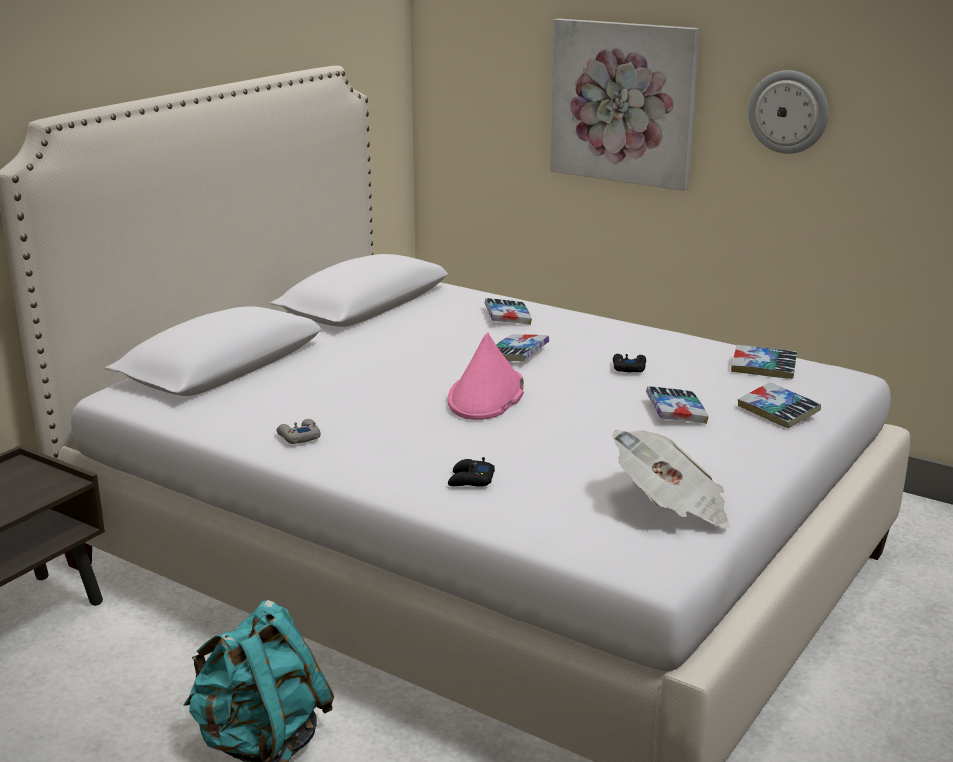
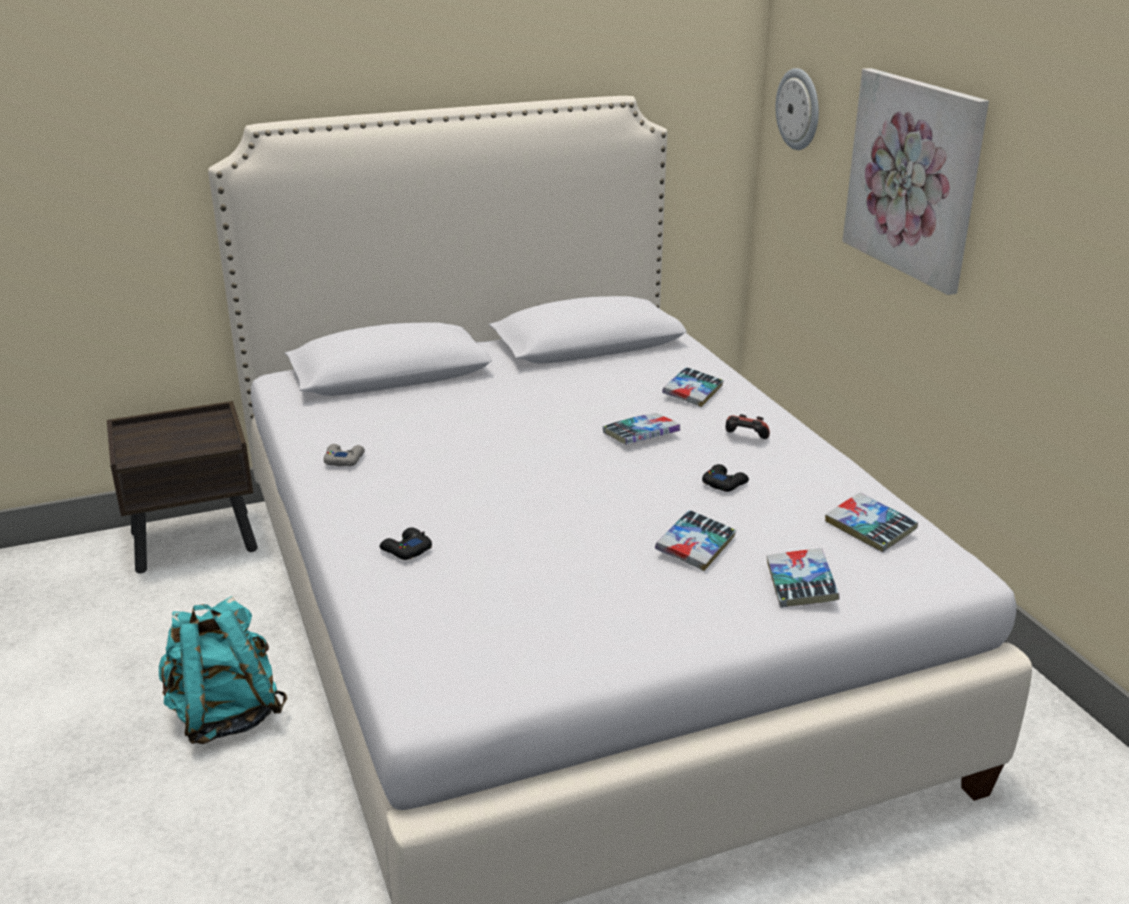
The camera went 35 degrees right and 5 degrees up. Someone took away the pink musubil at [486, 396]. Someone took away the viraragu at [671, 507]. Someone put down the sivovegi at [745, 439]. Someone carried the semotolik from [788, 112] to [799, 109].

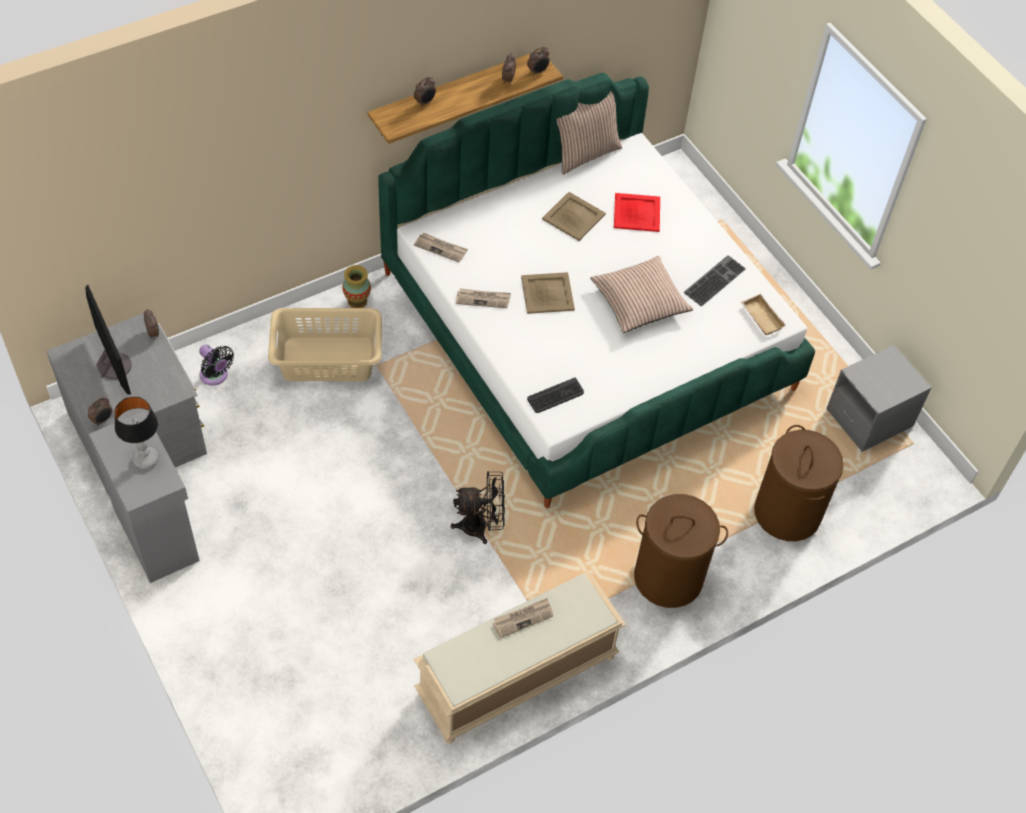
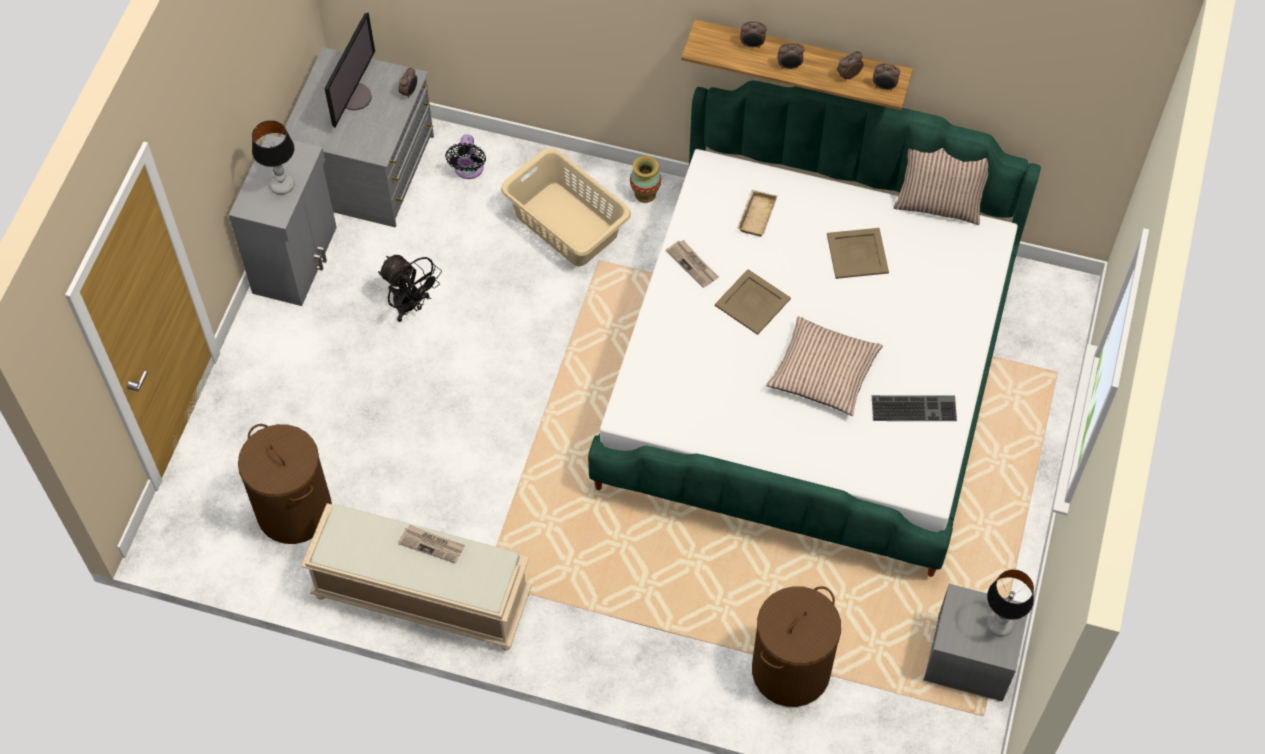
The camera went 50 degrees right and 5 degrees up. Someone took away the viraragu at [441, 248]. Someone took away the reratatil at [555, 396]. Someone took away the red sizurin at [637, 213]. Someone put down the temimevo at [1000, 624]. Someone carried the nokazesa from [102, 420] to [789, 66]. Someone carried the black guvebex from [481, 526] to [411, 306]. Someone carried the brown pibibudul from [668, 577] to [295, 510]. Someone carried the beige sizurin from [760, 317] to [755, 215].

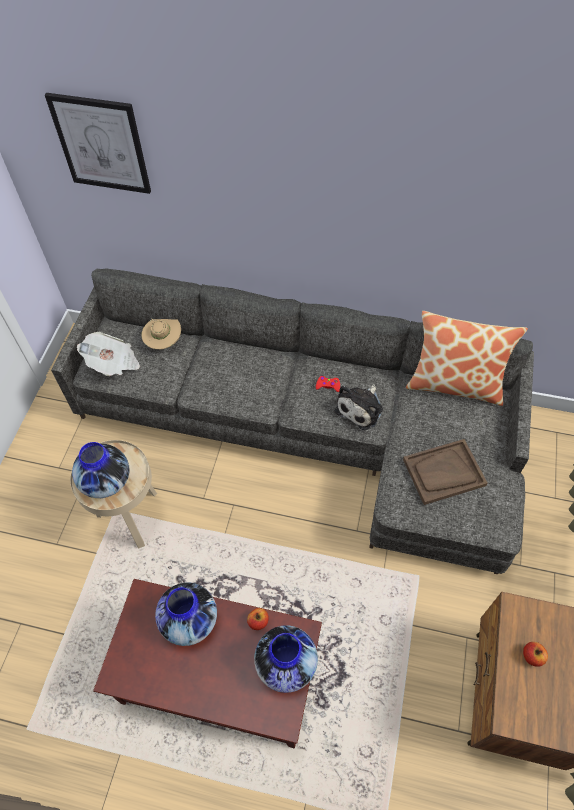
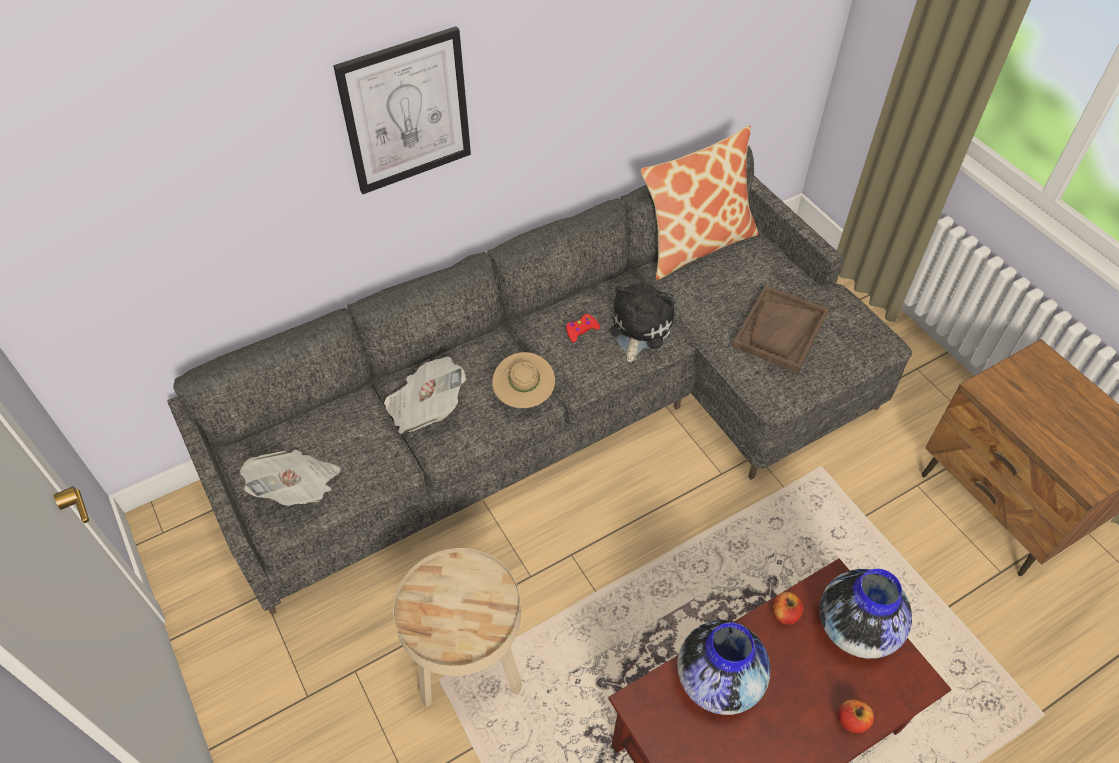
The camera went 45 degrees left and 5 degrees down. Someone took away the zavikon at [106, 481]. Someone put down the viraragu at [425, 408]. Someone carried the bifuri from [101, 144] to [406, 112]. Someone carried the beige musubil from [163, 342] to [524, 395]. Someone carried the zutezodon from [532, 656] to [852, 721]. Someone rotated the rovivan at [361, 408] by 150 degrees counterclockwise.

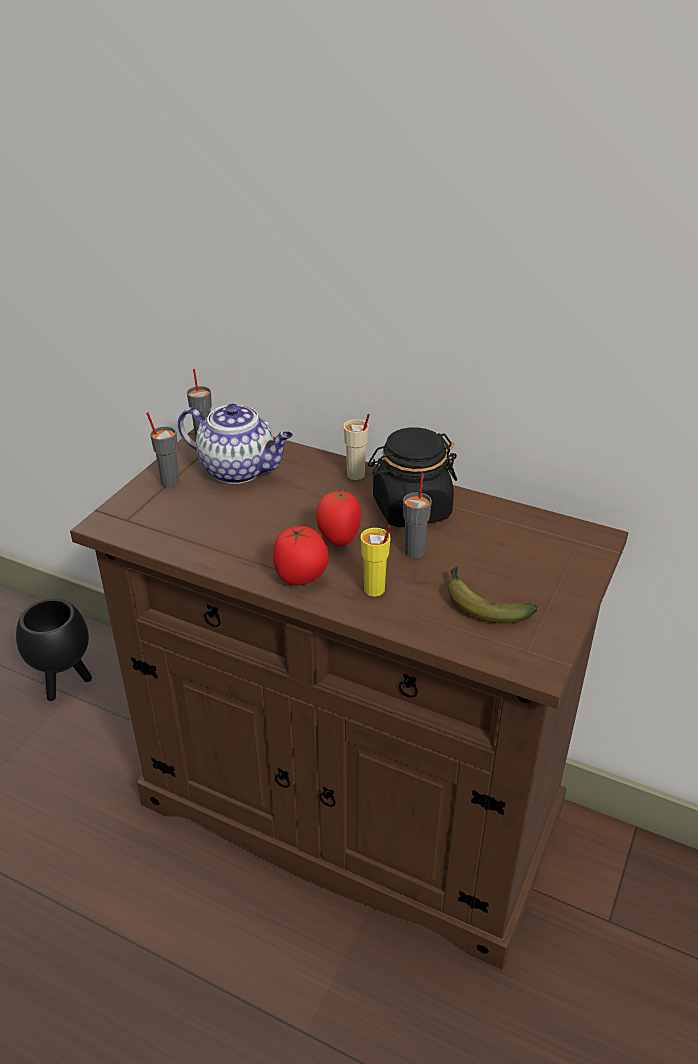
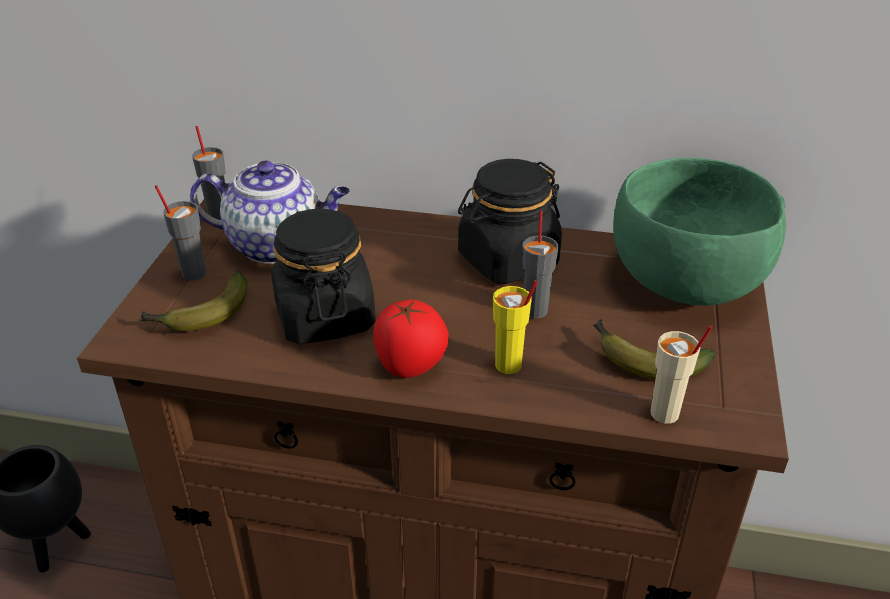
The camera went 15 degrees left and 0 degrees up. Someone took away the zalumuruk at [338, 539]. Someone put down the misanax at [200, 315]. Someone put down the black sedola at [324, 316]. Someone put down the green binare at [686, 281]. Someone carried the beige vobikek from [356, 475] to [665, 414].

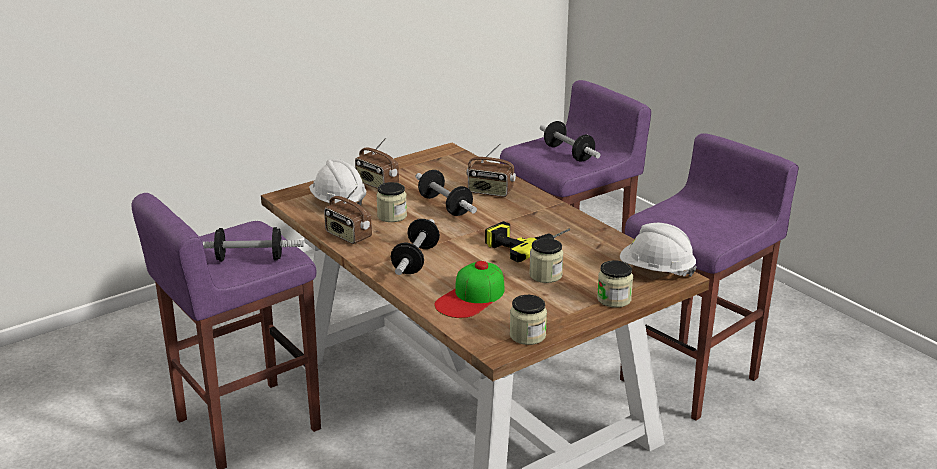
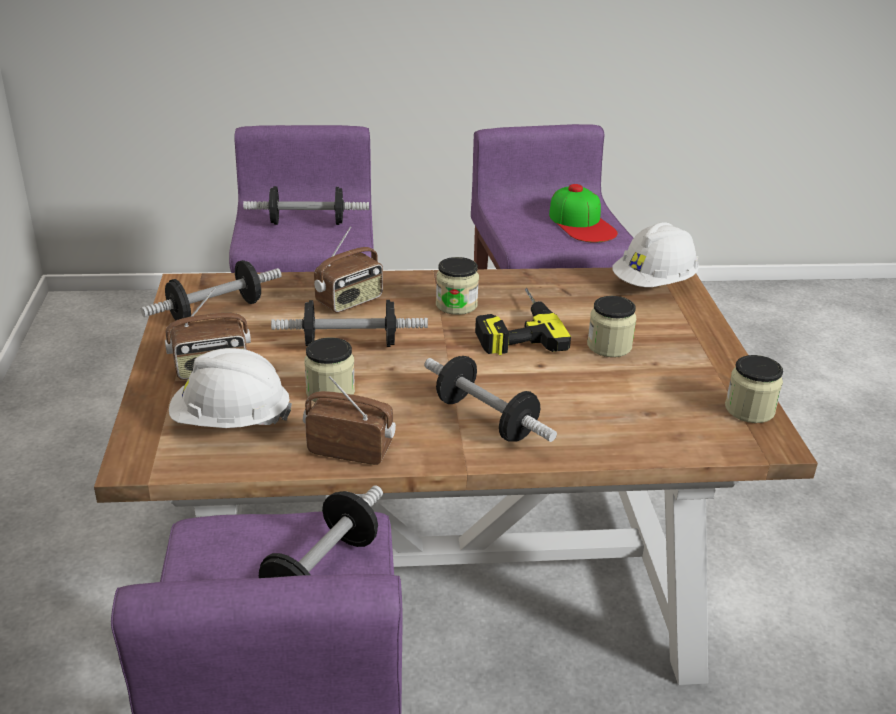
The camera went 60 degrees left and 5 degrees up. Someone put down the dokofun at [215, 311]. Someone carried the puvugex from [471, 297] to [581, 223]. Someone carried the sedola from [614, 299] to [456, 305]. Someone rotated the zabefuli at [348, 236] by 150 degrees counterclockwise.

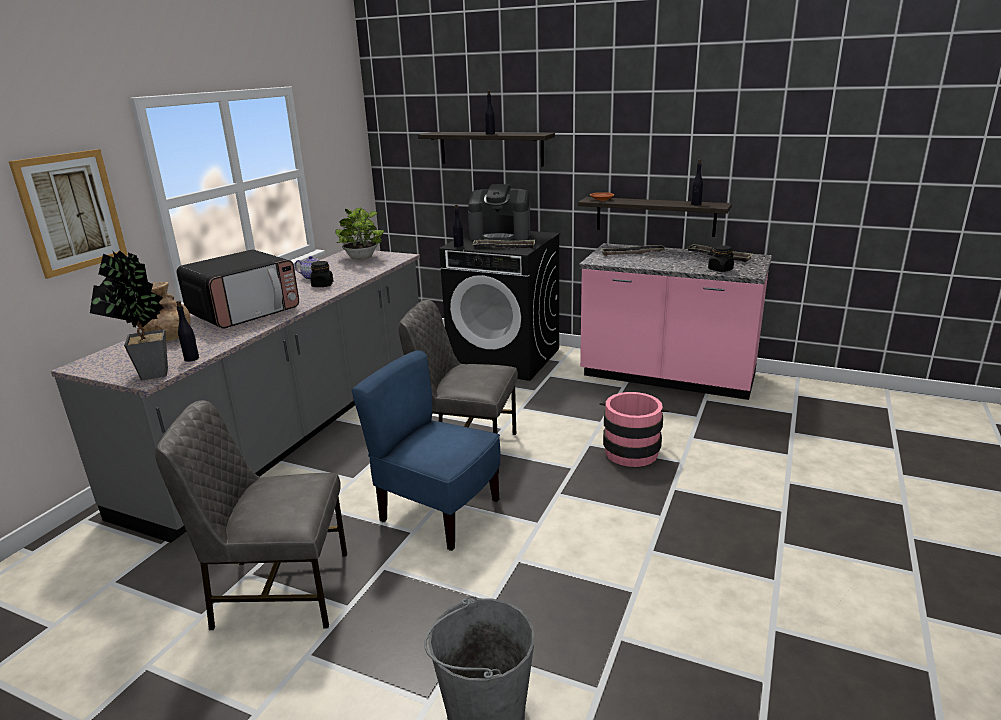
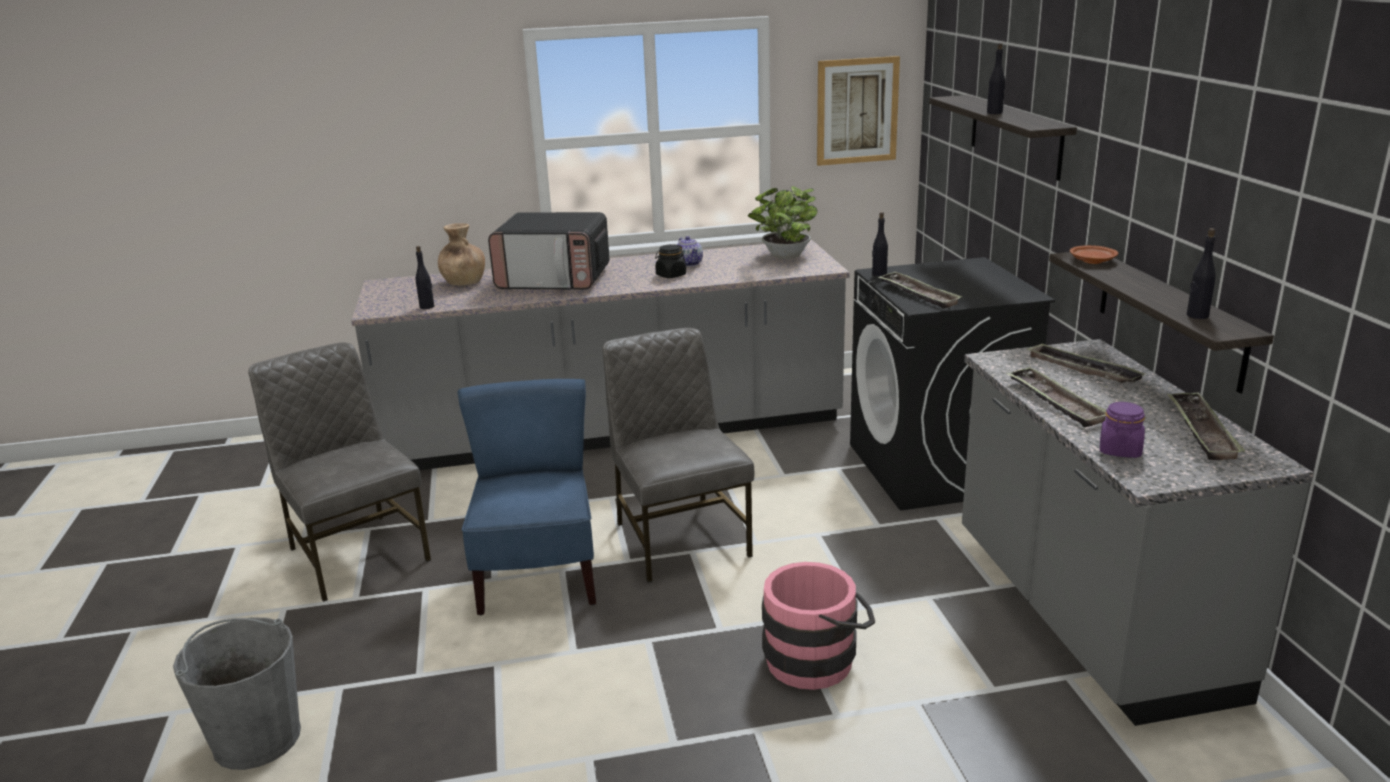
The camera went 55 degrees right and 0 degrees up. Someone took away the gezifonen at [151, 376]. Someone took away the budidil at [500, 235]. Someone put down the sizurin at [1055, 402]. Someone carried the bifuri from [72, 212] to [857, 111]. Someone repainted the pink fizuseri at [667, 377], which became the grey fizuseri at [1086, 615]. Someone repainted the black sedola at [720, 270], which became the purple sedola at [1119, 450].

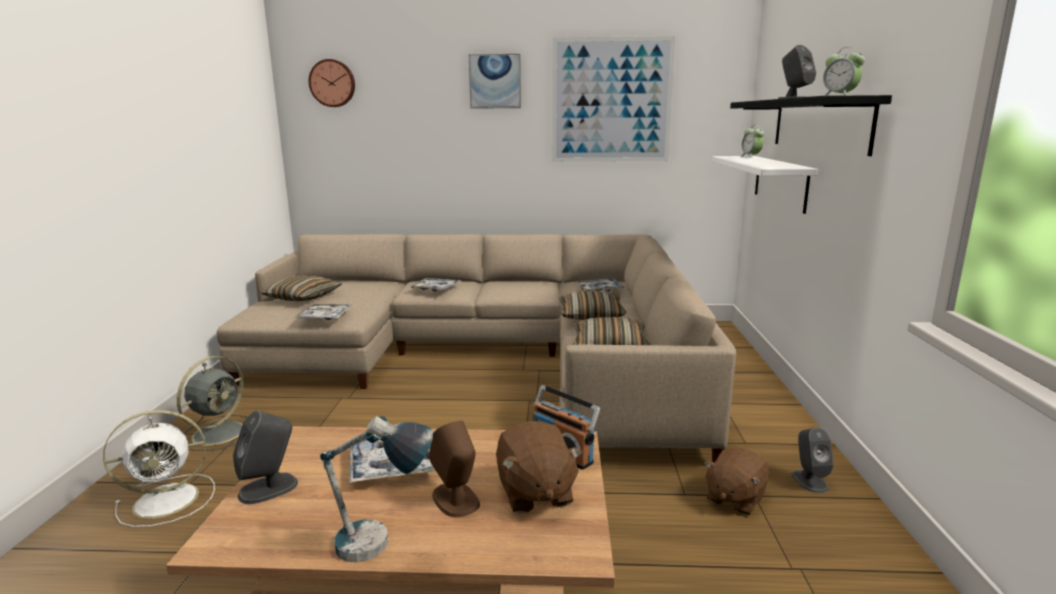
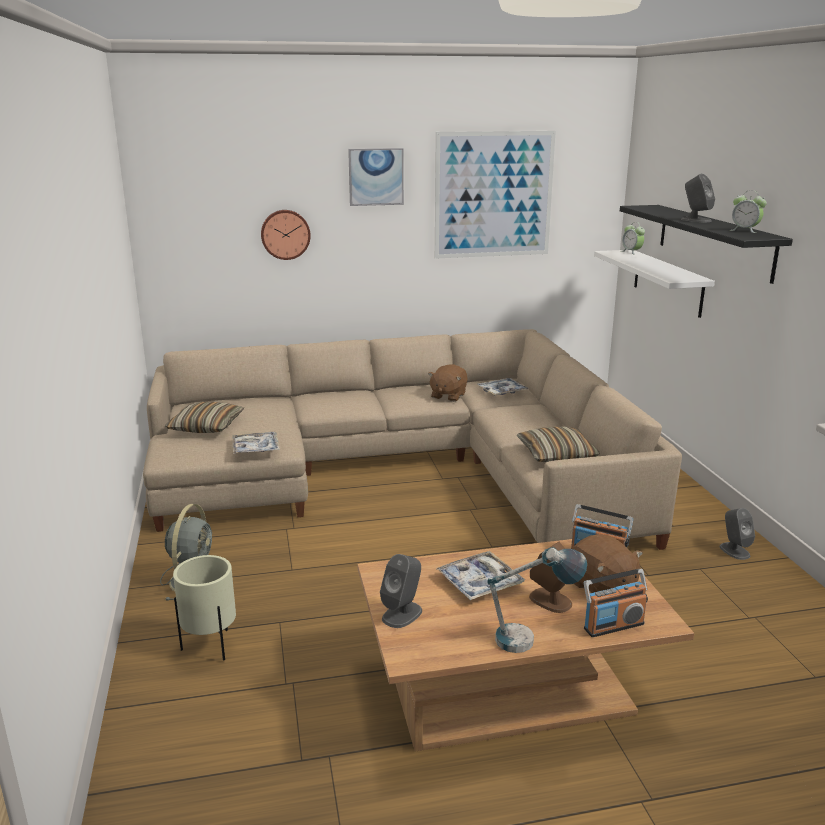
The camera went 15 degrees left and 5 degrees up. Someone took away the sizurin at [435, 289]. Someone took away the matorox at [591, 315]. Someone put down the zabefuli at [613, 626]. Someone carried the semotolik from [332, 83] to [285, 234]. Someone carried the brown rovivan from [734, 498] to [448, 396]. Someone swapped the white guvebex at [169, 500] for the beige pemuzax at [211, 647].

